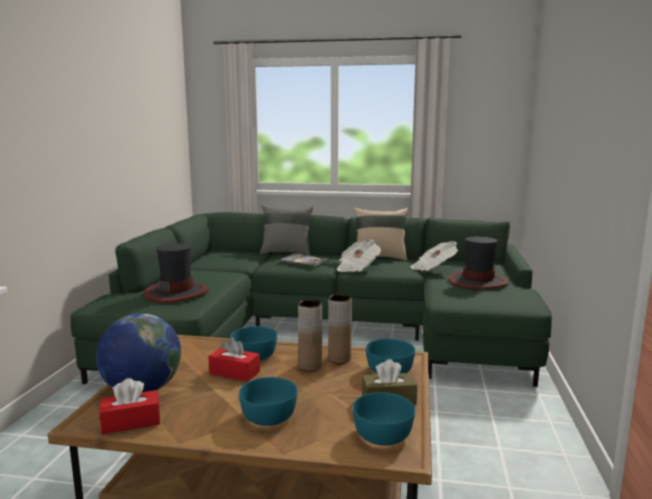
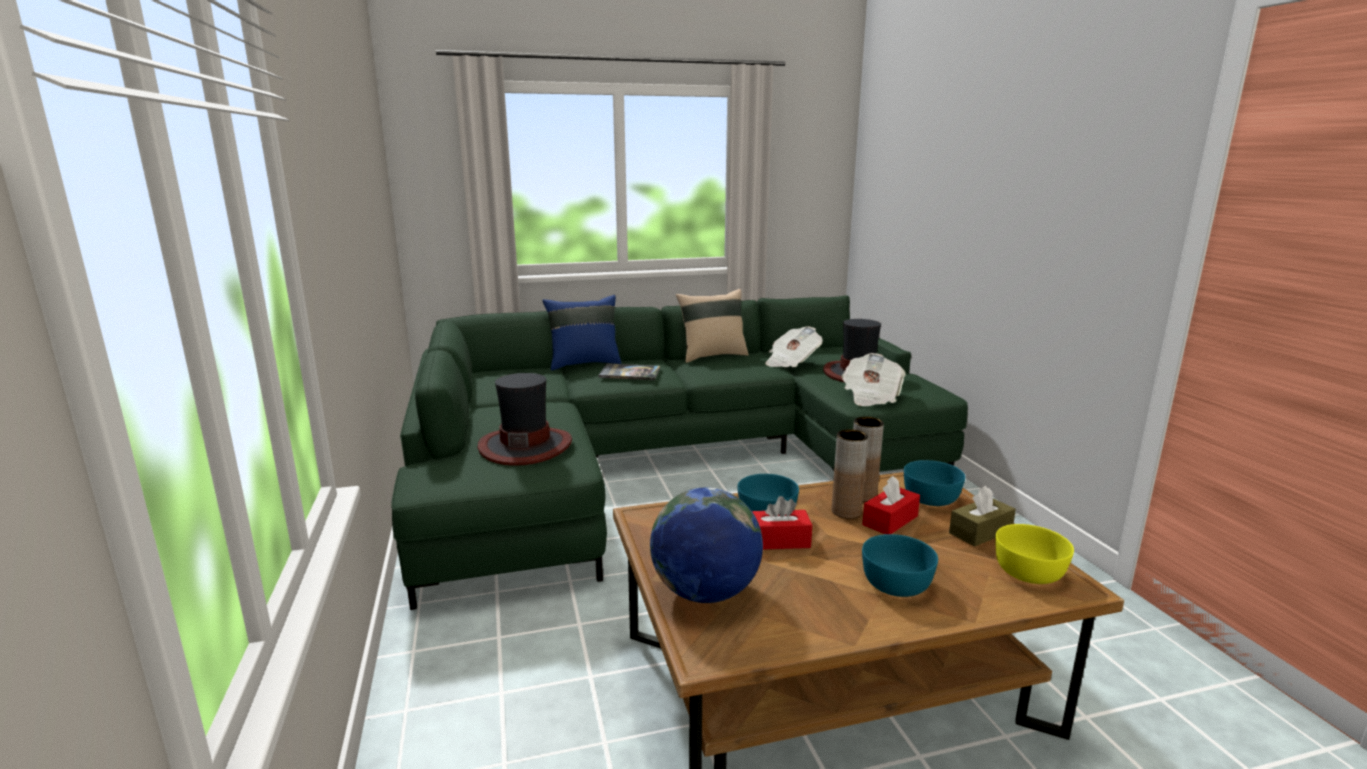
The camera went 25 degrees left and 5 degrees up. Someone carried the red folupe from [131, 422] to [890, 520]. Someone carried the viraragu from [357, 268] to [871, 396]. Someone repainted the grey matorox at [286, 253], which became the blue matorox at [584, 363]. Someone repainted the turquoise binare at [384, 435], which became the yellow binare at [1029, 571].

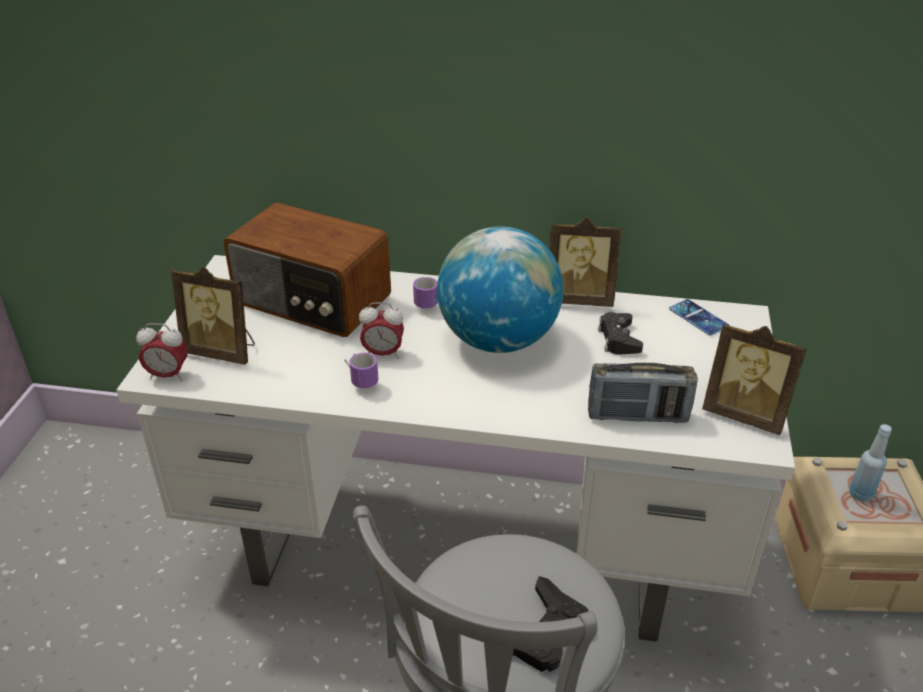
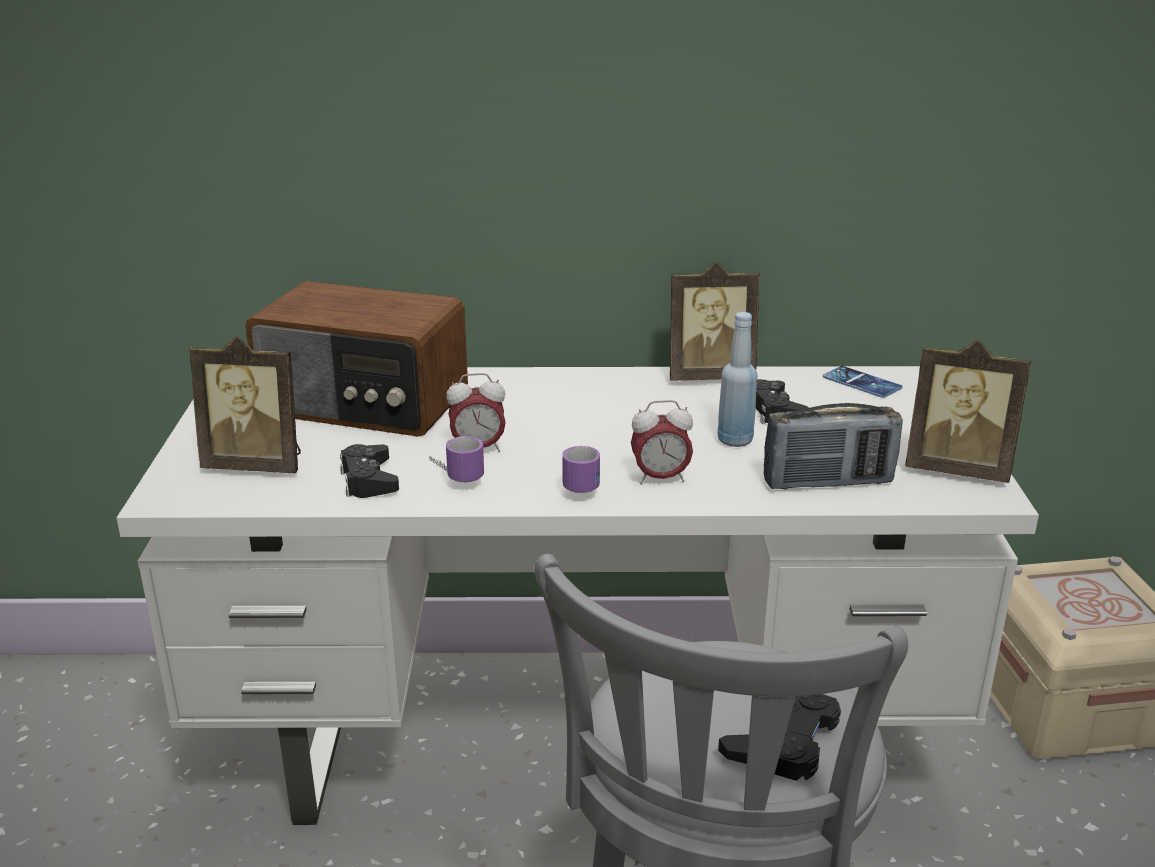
The camera went 10 degrees left and 10 degrees down. Someone took away the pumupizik at [498, 340]. Someone put down the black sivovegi at [369, 480]. Someone carried the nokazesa from [168, 375] to [660, 478]. Someone carried the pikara from [428, 300] to [579, 483]. Someone carried the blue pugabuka from [860, 494] to [734, 440].

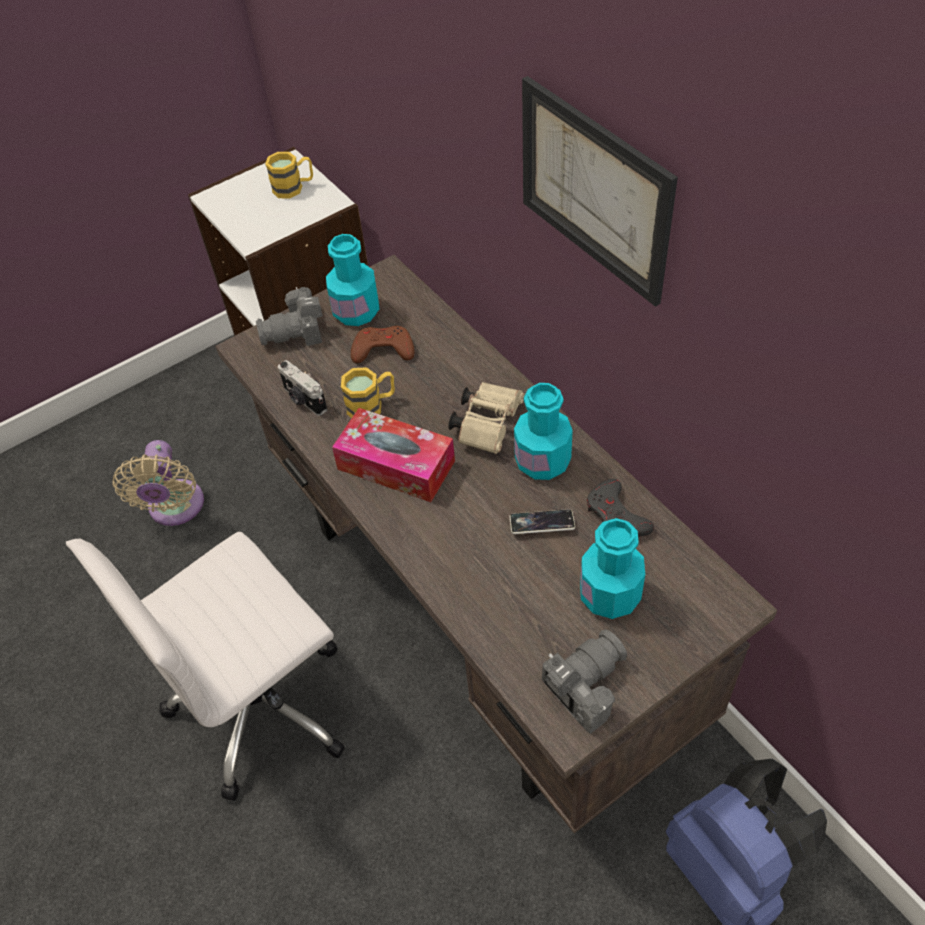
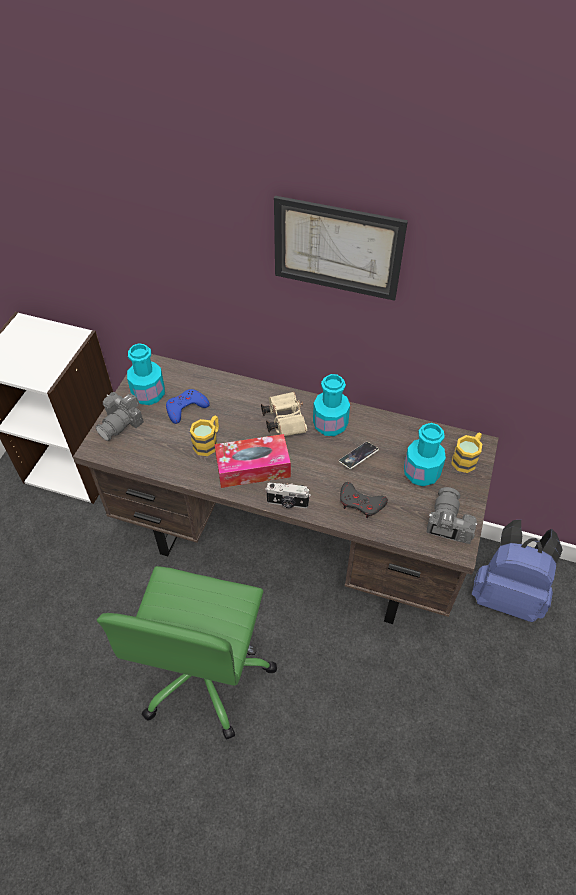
The camera went 40 degrees left and 0 degrees up. Someone took away the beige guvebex at [175, 508]. Someone carried the yellow pikara from [294, 187] to [466, 459]. Someone carried the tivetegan from [304, 400] to [287, 503]. Someone carried the grey sivovegi from [616, 516] to [361, 503]. Someone repainted the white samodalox at [263, 703], which became the green samodalox at [205, 672]. Someone repainted the brown sivovegi at [383, 349], which became the blue sivovegi at [186, 408].

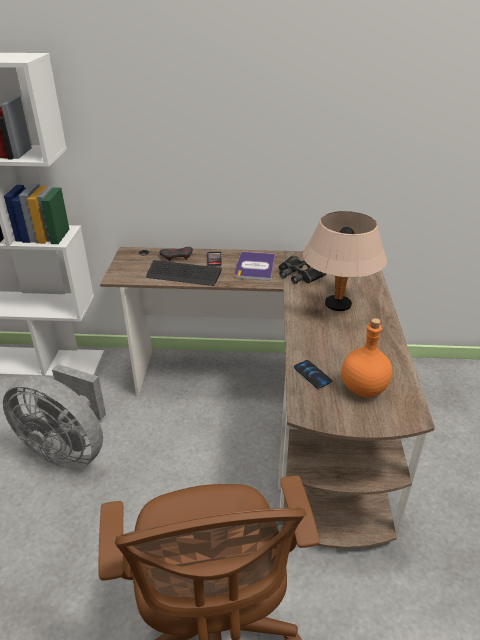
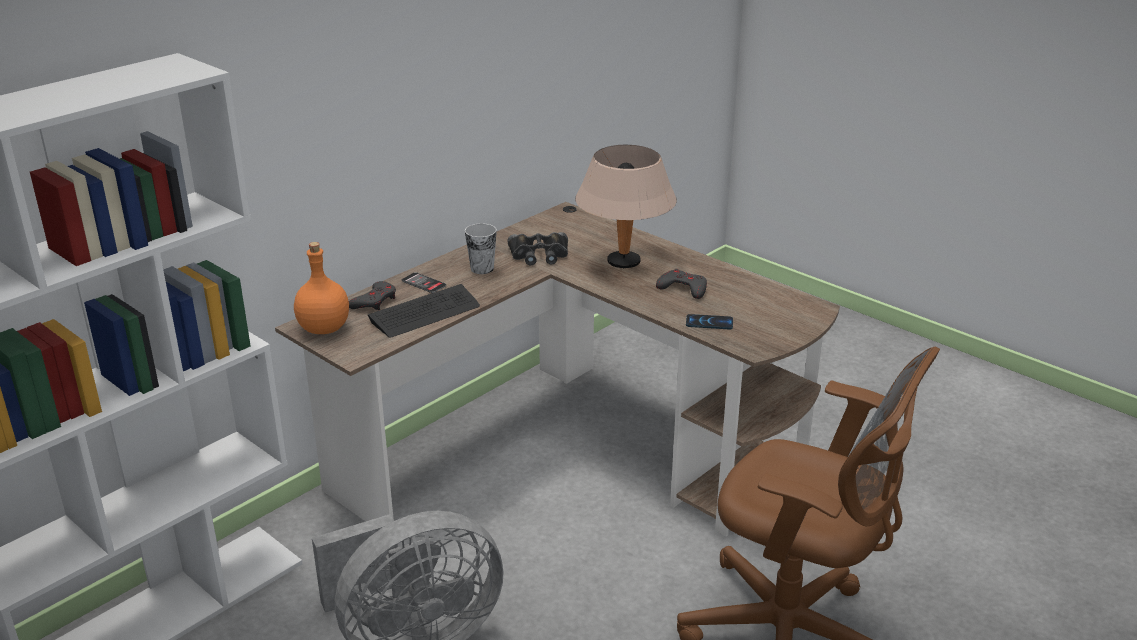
The camera went 50 degrees left and 5 degrees down. Someone put down the grey sivovegi at [683, 288]. Someone carried the orange pugabuka from [364, 388] to [324, 328]. Someone swapped the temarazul at [255, 267] for the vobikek at [482, 268].

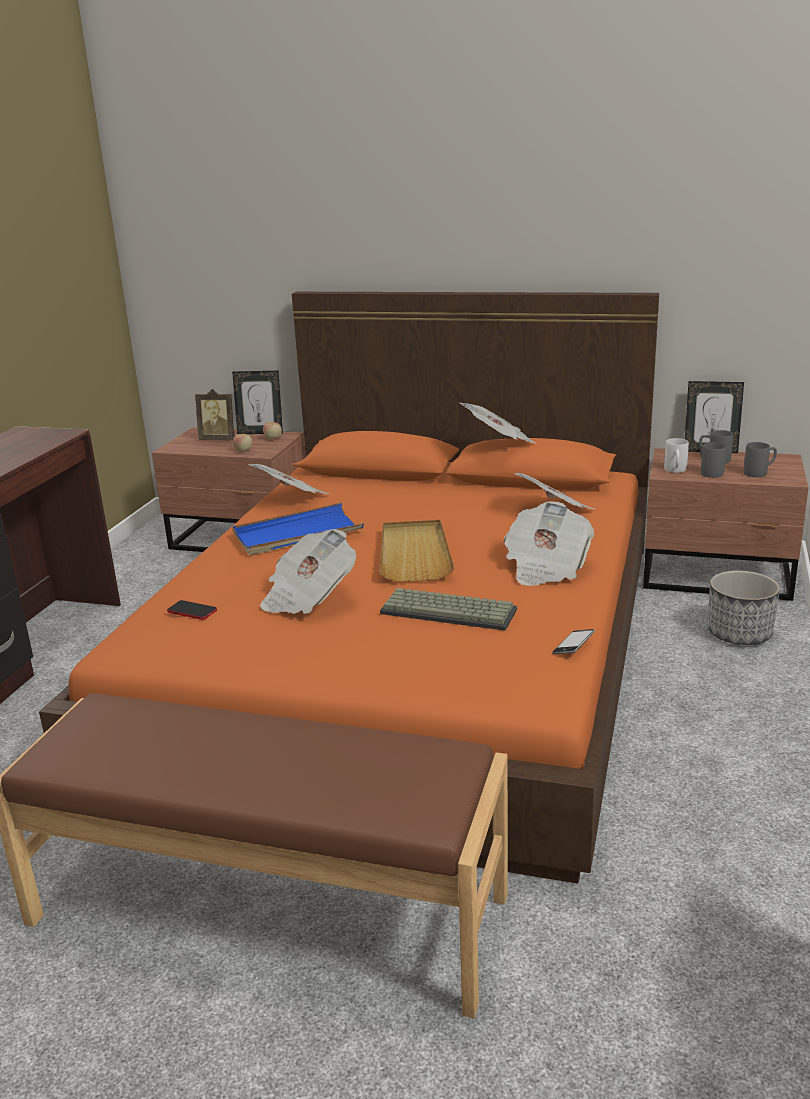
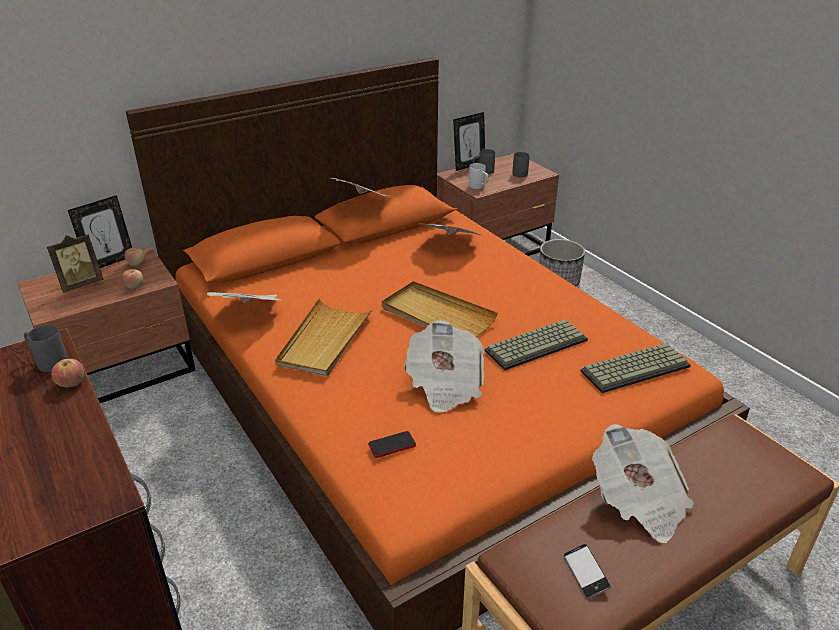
The camera went 50 degrees left and 10 degrees up. Someone put down the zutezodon at [71, 383]. Someone put down the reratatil at [635, 367]. Someone carried the viraragu from [545, 567] to [638, 501]. Someone carried the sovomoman from [573, 646] to [585, 573]. Someone carried the grey pikara from [708, 472] to [48, 362]. Someone repainted the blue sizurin at [297, 534], which became the beige sizurin at [324, 340].

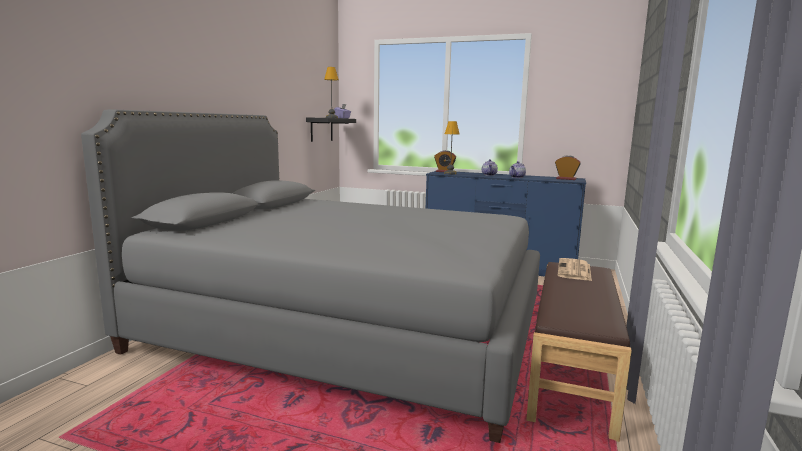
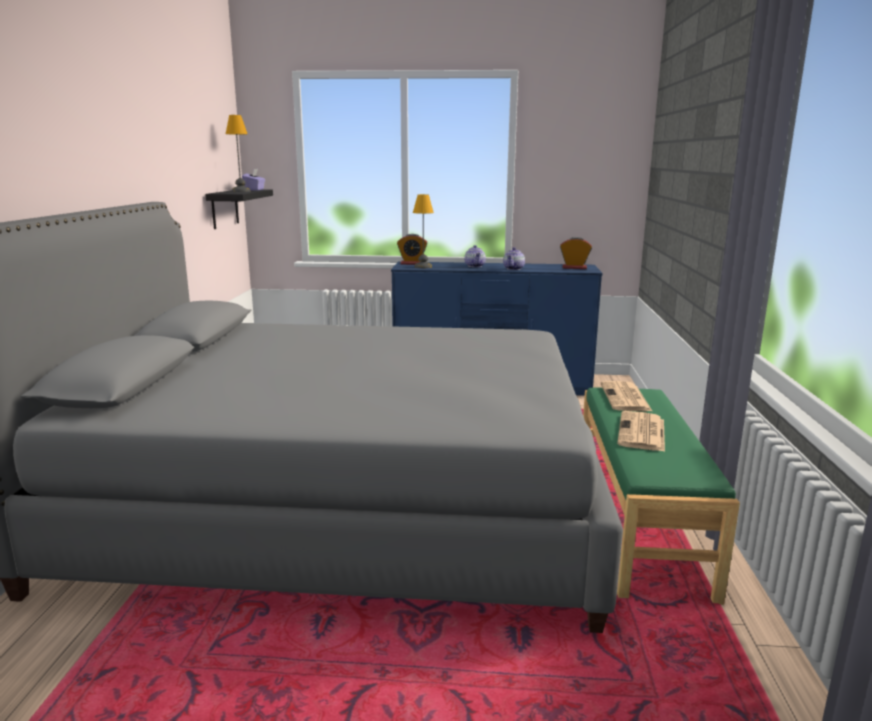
The camera went 15 degrees left and 5 degrees up. Someone put down the viraragu at [642, 432]. Someone repainted the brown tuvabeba at [570, 369], which became the green tuvabeba at [636, 521].

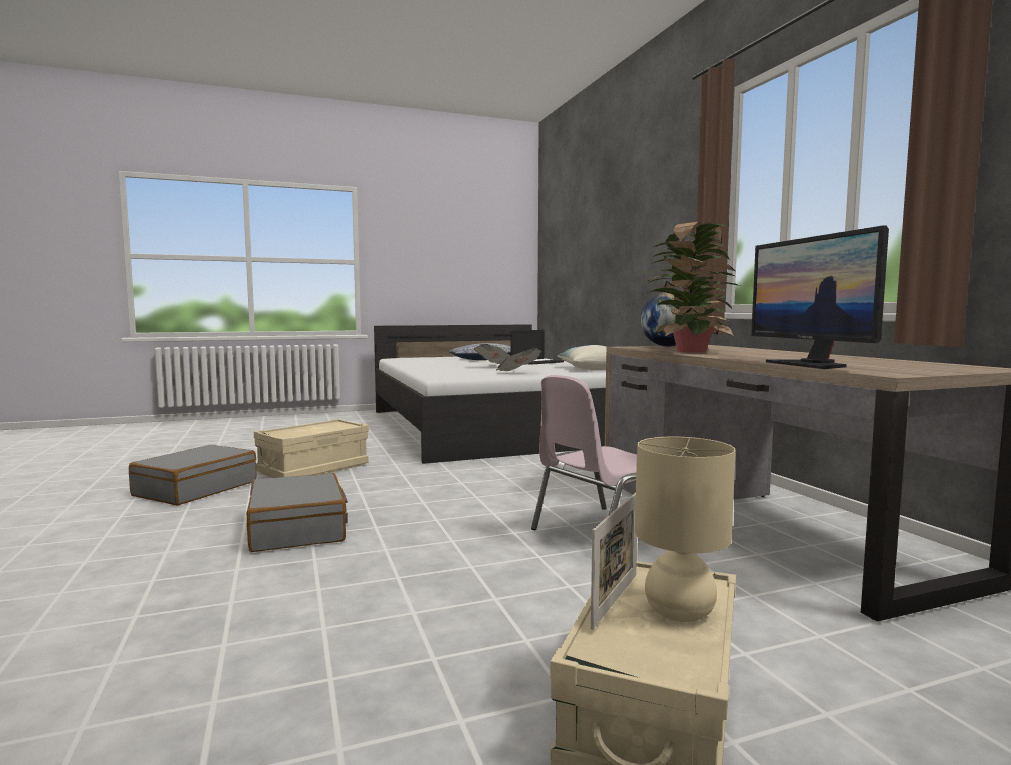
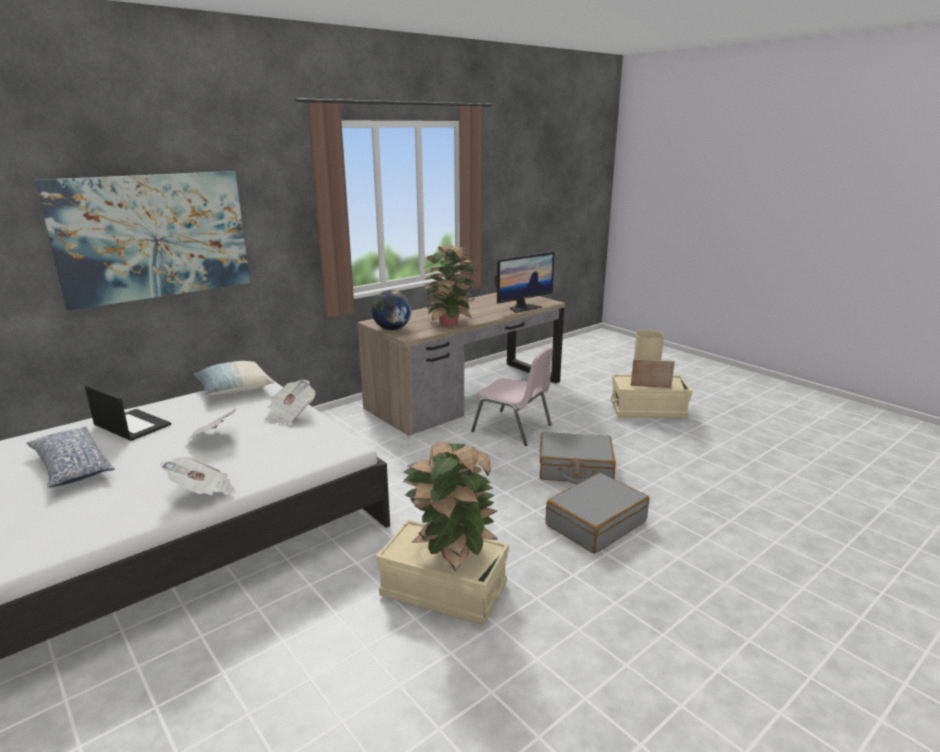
The camera went 110 degrees left and 15 degrees up. Someone put up the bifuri at [153, 236]. Someone put down the viraragu at [203, 492]. Someone put down the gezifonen at [451, 553]. Someone carried the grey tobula from [195, 488] to [575, 469].

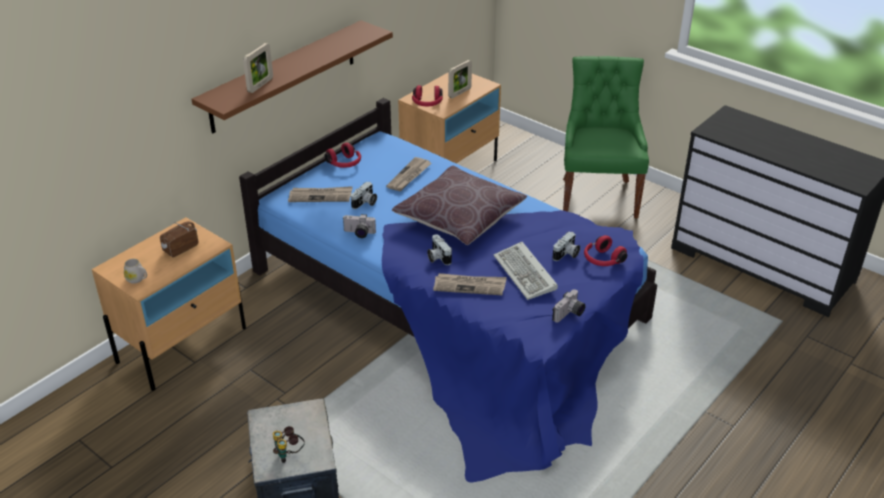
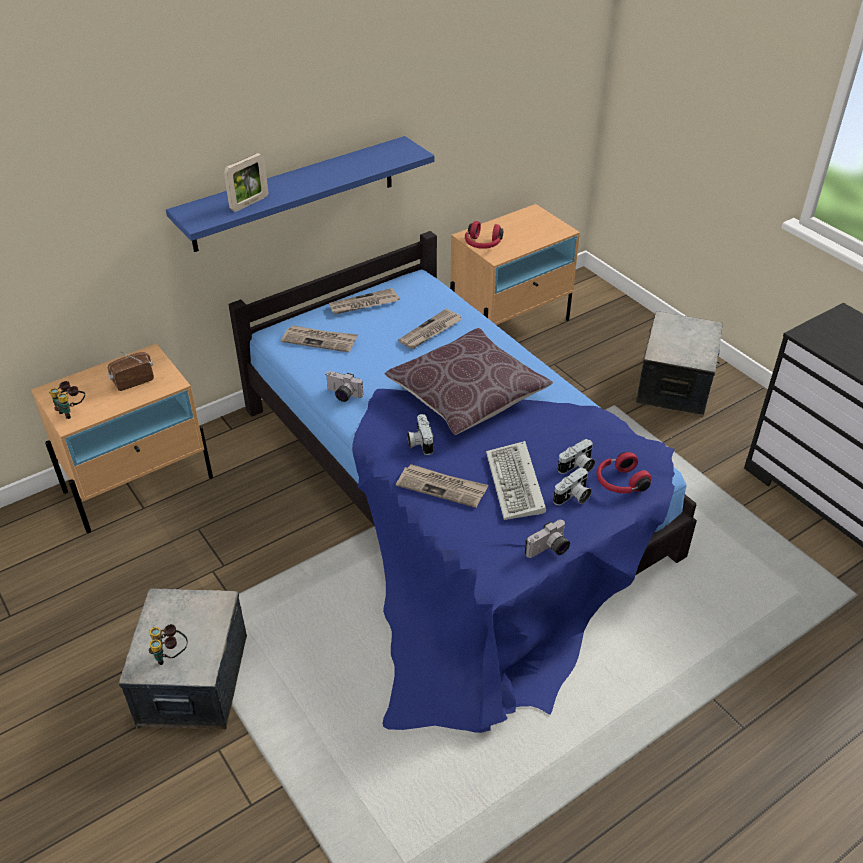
The camera went 15 degrees right and 5 degrees up. Someone took away the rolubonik at [459, 93]. Someone carried the tivetegan from [365, 203] to [573, 497]. Someone swapped the white pikara at [137, 279] for the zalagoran at [72, 411]. Someone swapped the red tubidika at [345, 164] for the viraragu at [364, 304]. Someone swapped the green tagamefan at [598, 196] for the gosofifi at [675, 385]. Someone repainted the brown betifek at [284, 76], which became the blue betifek at [294, 194].

